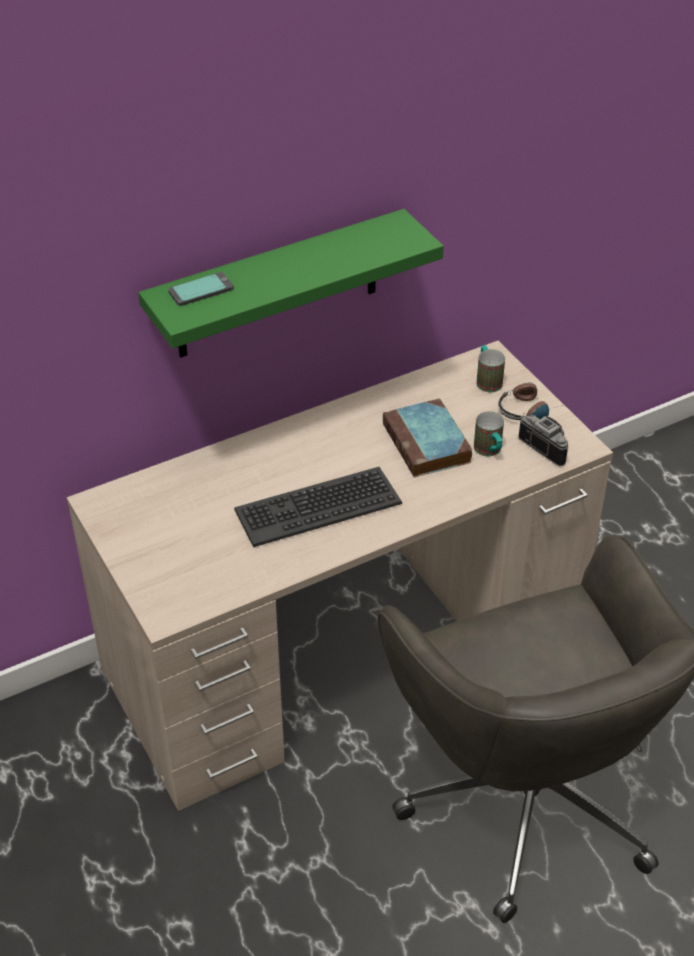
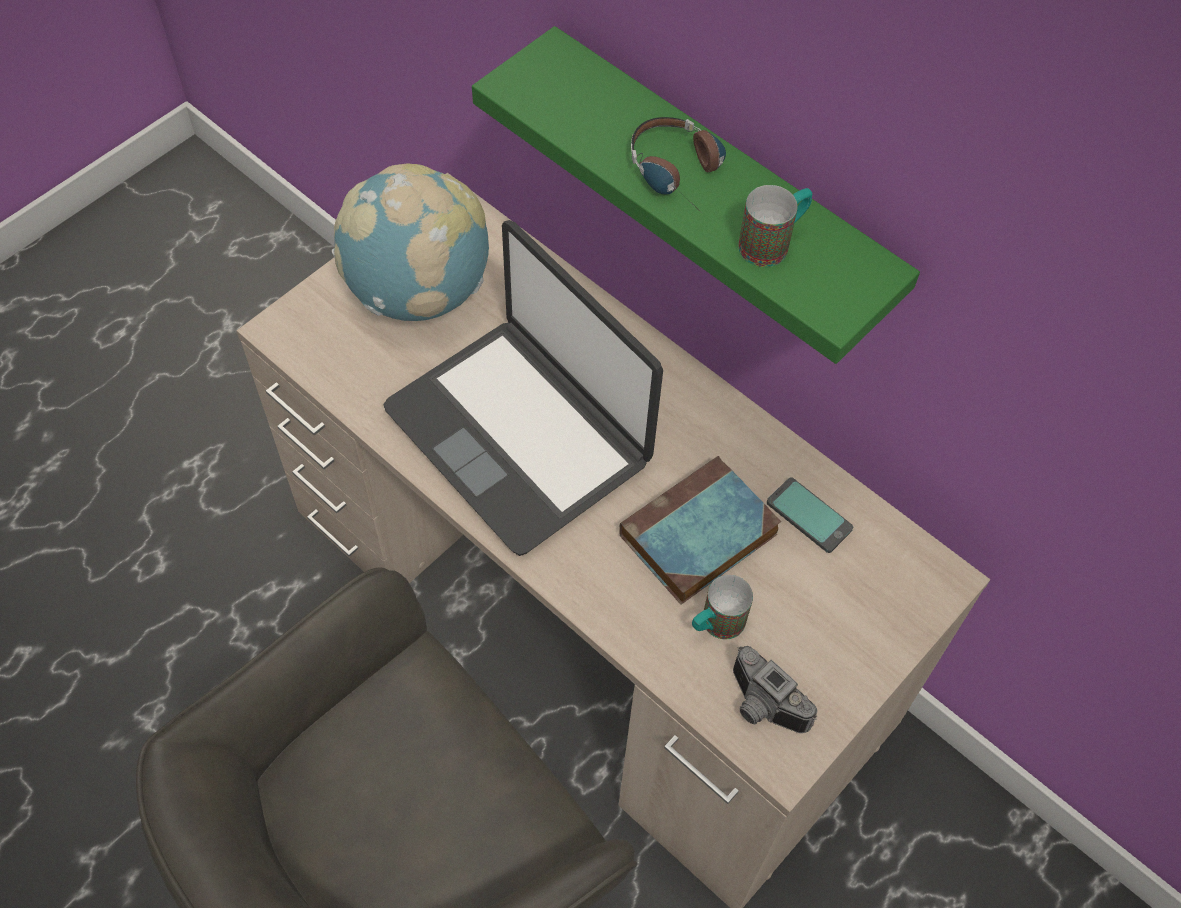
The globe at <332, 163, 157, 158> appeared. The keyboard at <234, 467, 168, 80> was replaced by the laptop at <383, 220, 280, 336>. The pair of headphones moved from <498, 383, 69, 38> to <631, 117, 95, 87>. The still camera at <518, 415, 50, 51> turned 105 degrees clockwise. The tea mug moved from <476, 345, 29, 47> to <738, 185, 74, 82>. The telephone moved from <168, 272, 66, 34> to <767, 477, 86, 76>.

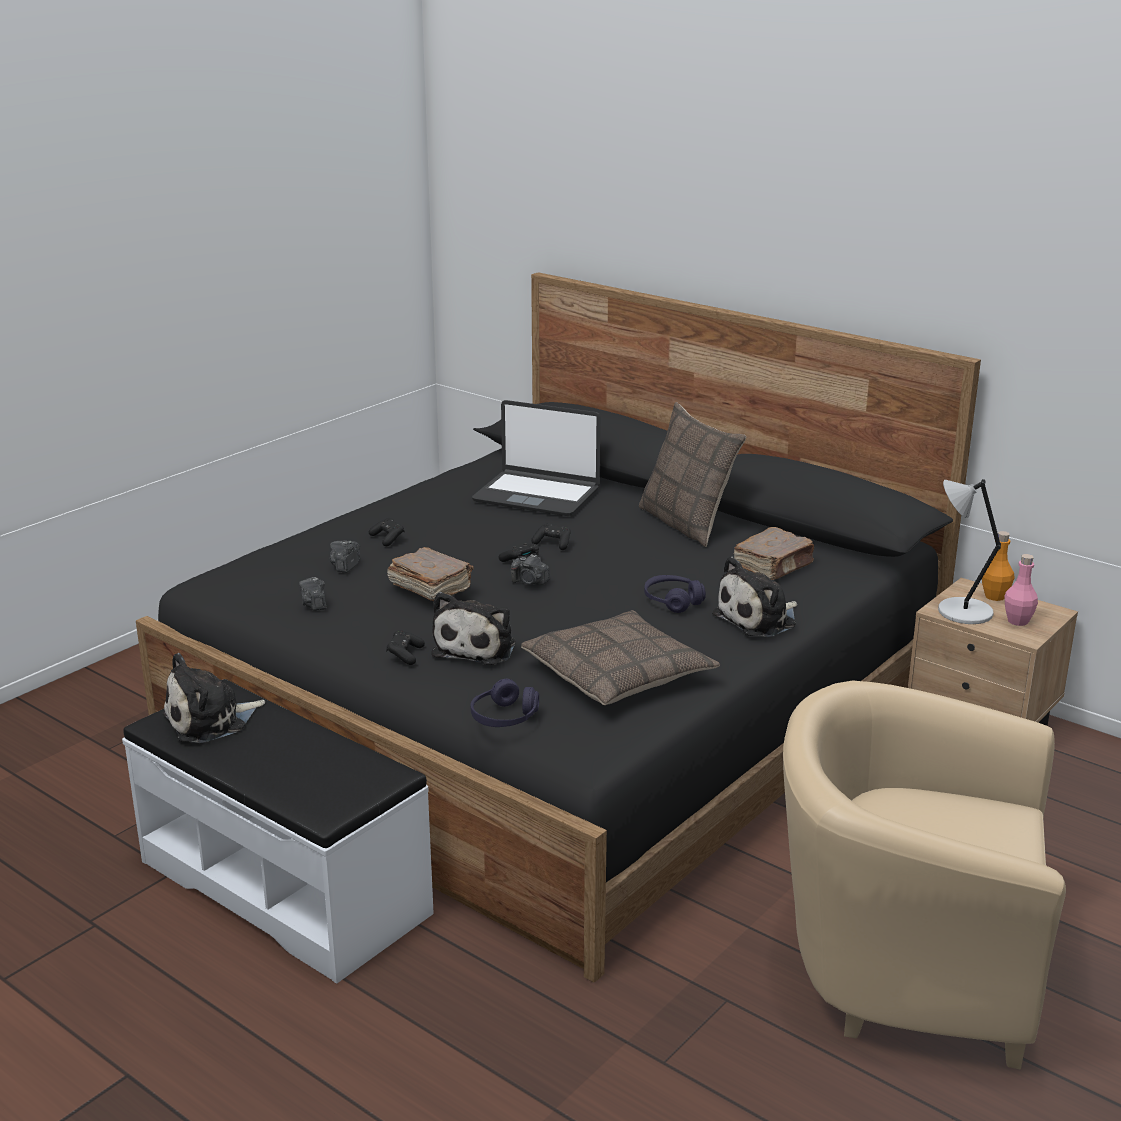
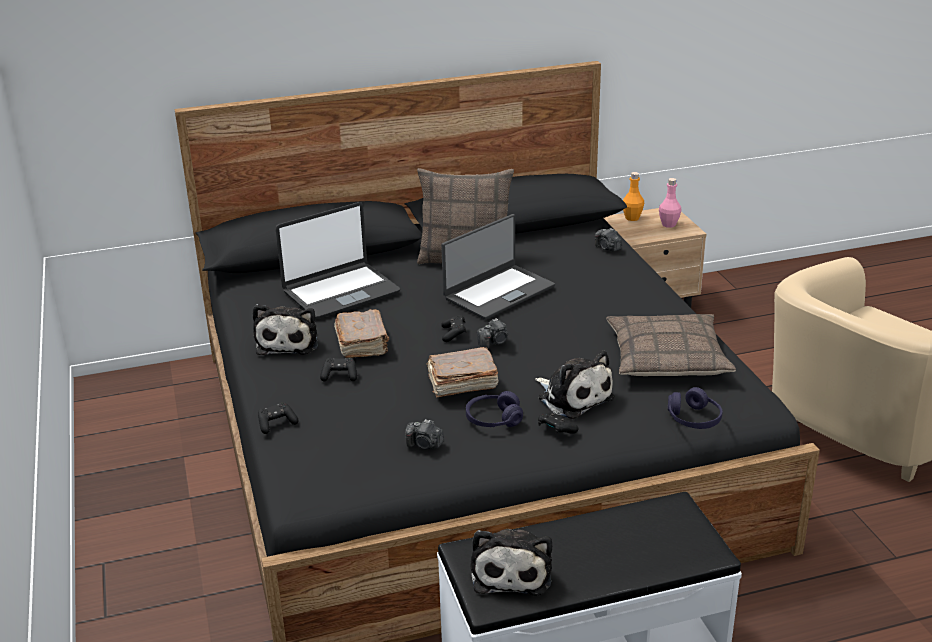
The plush toy moved from <712, 556, 86, 81> to <252, 304, 66, 51>. The blackish joypad moved from <531, 523, 40, 27> to <258, 402, 40, 32>. The brownish book moved from <734, 527, 80, 53> to <334, 309, 55, 49>. The laptop at <441, 214, 114, 106> appeared. The purple pair of headphones moved from <644, 575, 62, 38> to <466, 391, 57, 36>. The still camera moved from <330, 541, 30, 32> to <595, 228, 27, 24>. The greyish table lamp at <938, 479, 63, 145> disappeared.

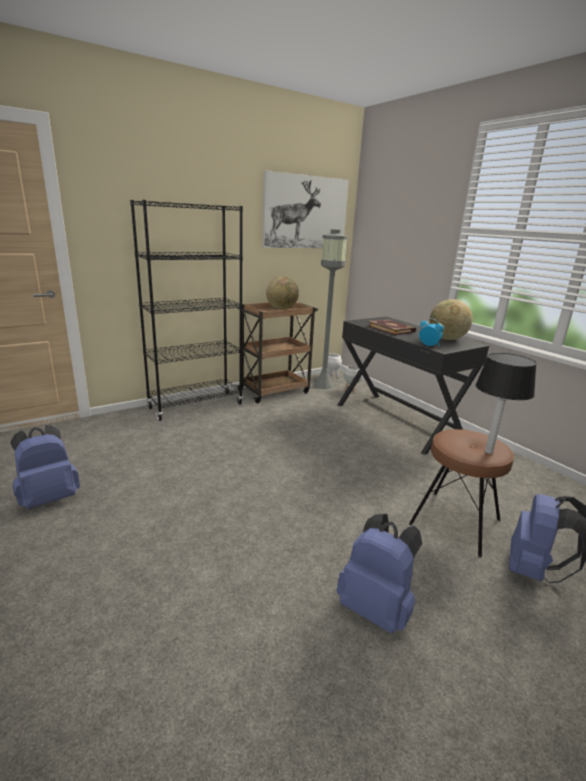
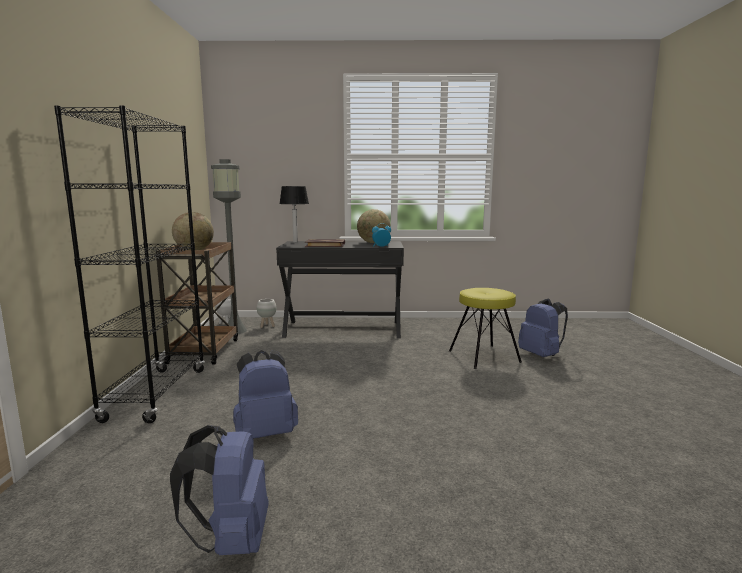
The blue rucksack moved from <337, 514, 85, 120> to <233, 350, 65, 89>. The table lamp moved from <475, 353, 62, 101> to <279, 186, 30, 57>. The brownish stool at <409, 429, 105, 128> became the yellow-coloured stool at <449, 288, 73, 81>. The picture at <262, 170, 87, 78> disappeared.

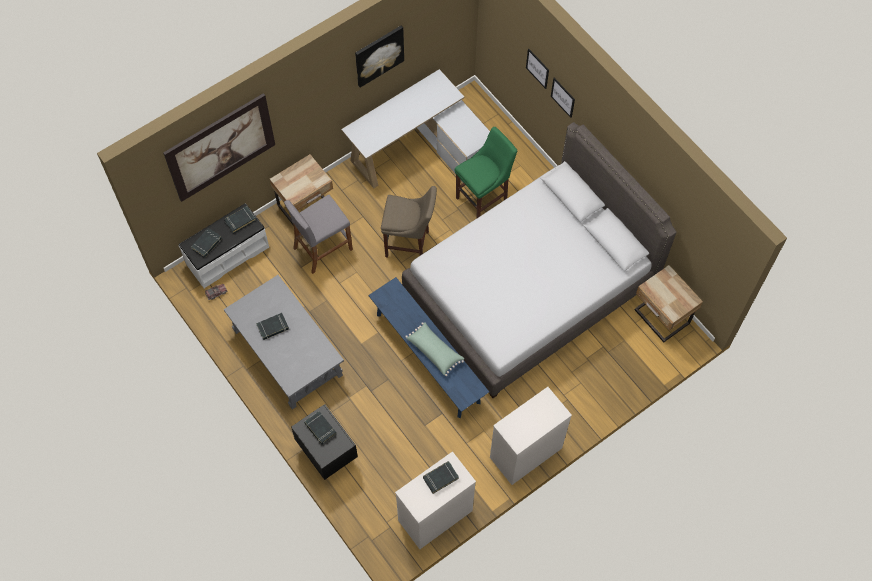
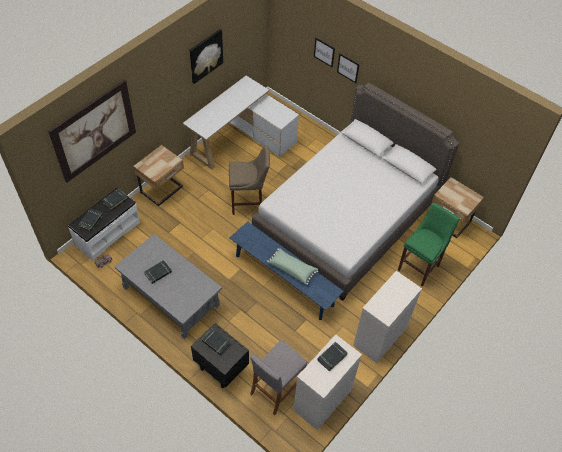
The greyish stool moved from <284, 195, 69, 79> to <250, 340, 57, 75>. The green-coloured stool moved from <455, 127, 62, 92> to <398, 203, 61, 84>.

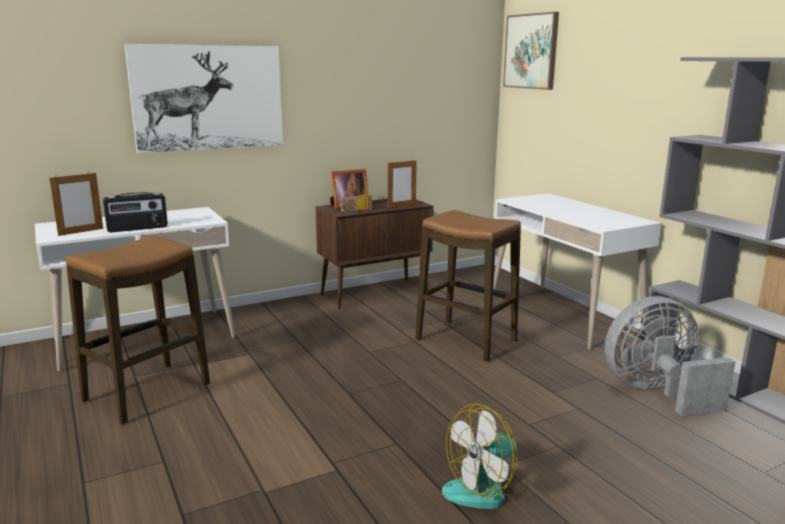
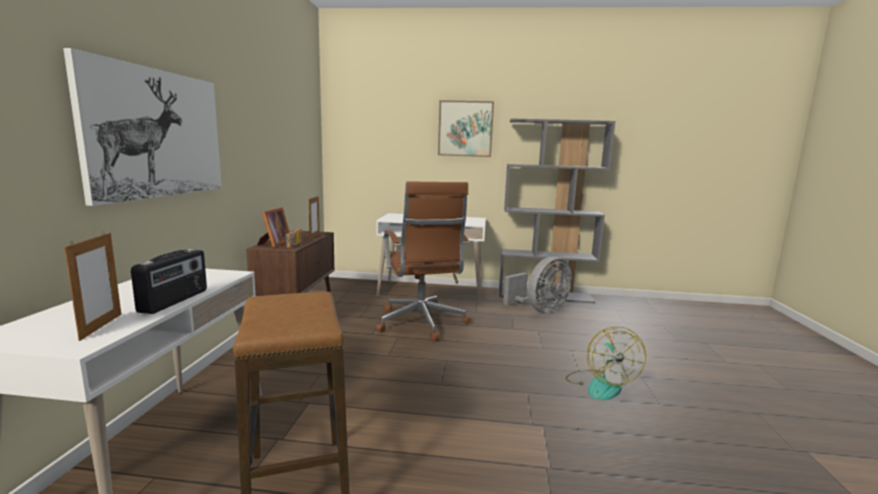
The stool at <416, 210, 105, 152> was replaced by the brownish desk chair at <376, 181, 95, 161>. The picture moved from <503, 12, 56, 78> to <438, 100, 56, 57>. The greyish electric fan at <605, 296, 130, 120> turned 150 degrees counterclockwise.

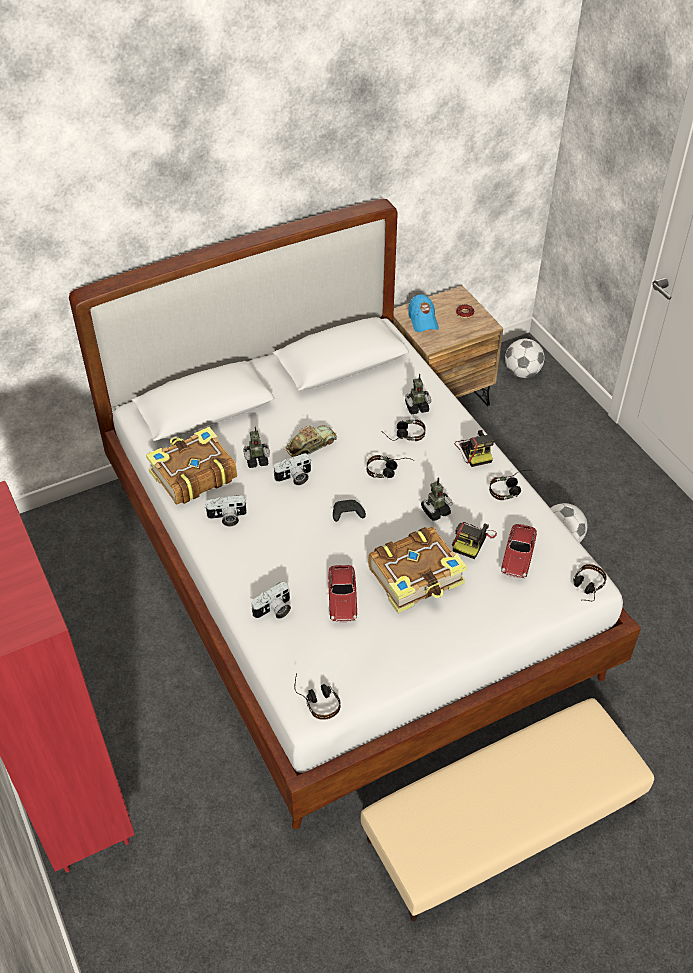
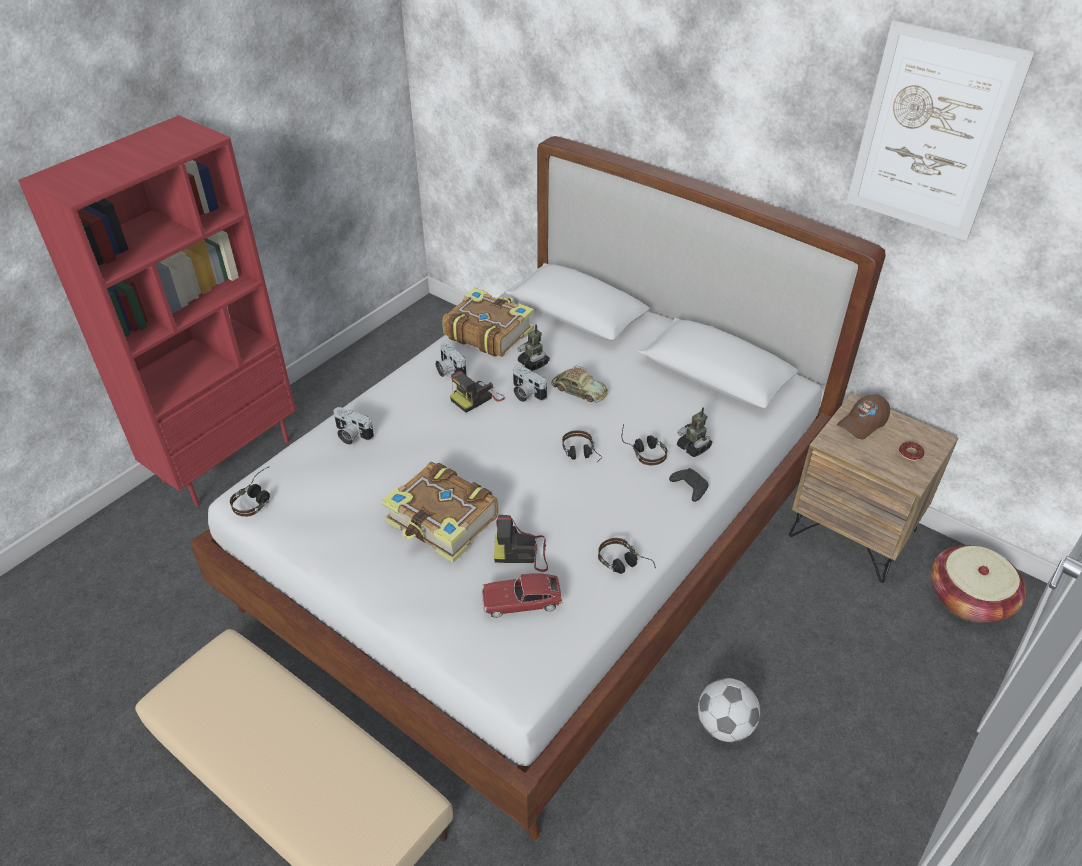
The still camera moved from <455, 430, 39, 37> to <450, 371, 55, 42>. The blackish joypad moved from <333, 500, 33, 22> to <669, 468, 39, 34>. The blue baseball cap at <408, 294, 31, 38> became the brownish baseball cap at <837, 394, 53, 45>. The picture at <847, 20, 188, 221> appeared. The football ball at <505, 339, 40, 39> was replaced by the storage basket at <931, 545, 95, 78>. The model car at <328, 565, 29, 58> disappeared. The robot figure at <421, 477, 32, 44> disappeared. The pair of headphones at <573, 564, 34, 37> disappeared.

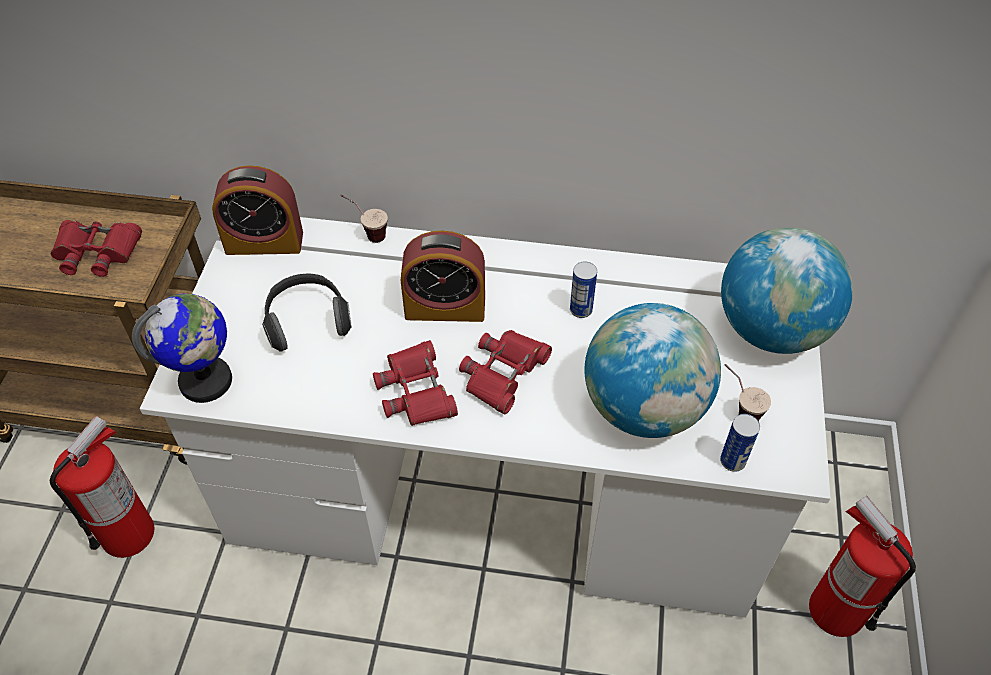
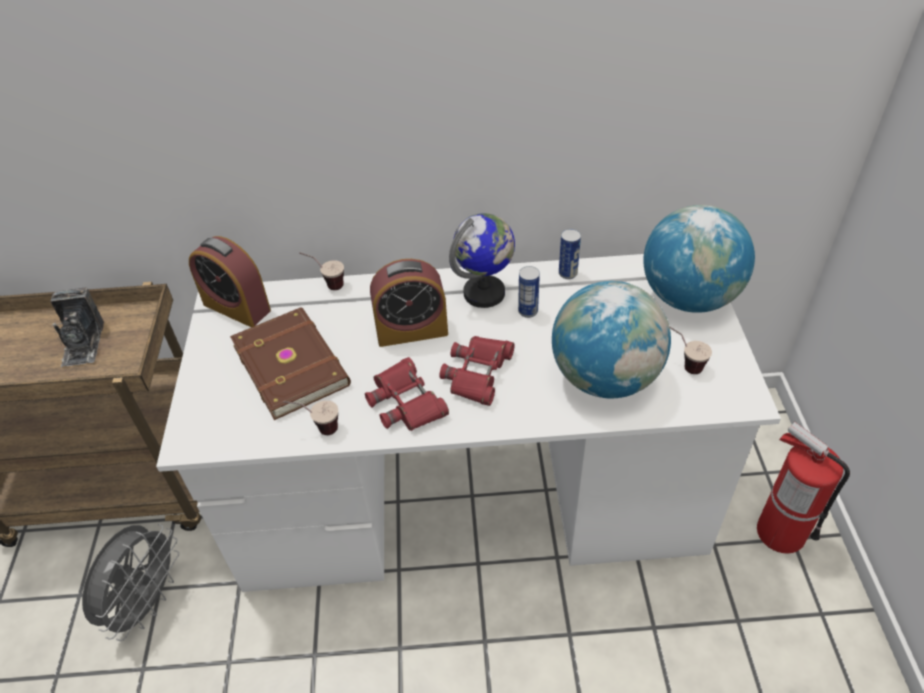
The red field glasses at <51, 220, 91, 57> was replaced by the still camera at <50, 287, 54, 80>. The extinguisher at <50, 416, 104, 142> was replaced by the greyish electric fan at <82, 524, 97, 117>. The bedside clock at <212, 165, 91, 90> turned 45 degrees clockwise. The pair of headphones at <262, 274, 90, 78> was replaced by the brownish book at <230, 307, 121, 113>. The drinking cup at <283, 401, 55, 34> appeared. The globe moved from <132, 294, 100, 109> to <449, 213, 66, 95>. The can moved from <720, 414, 40, 58> to <559, 229, 22, 50>.

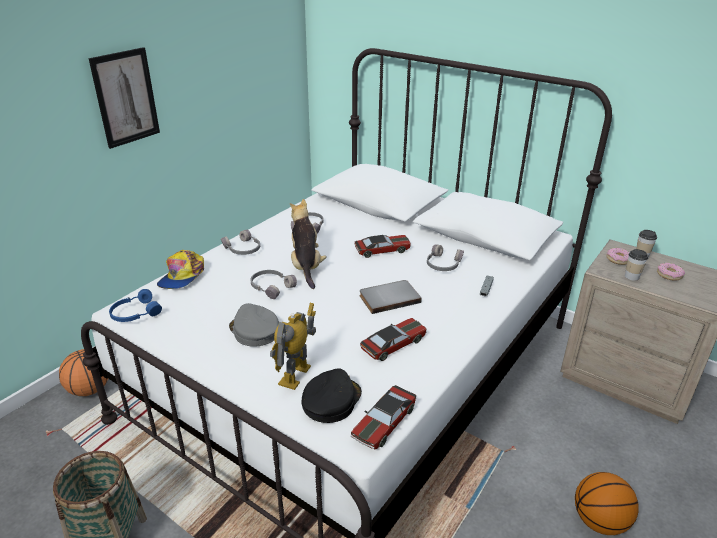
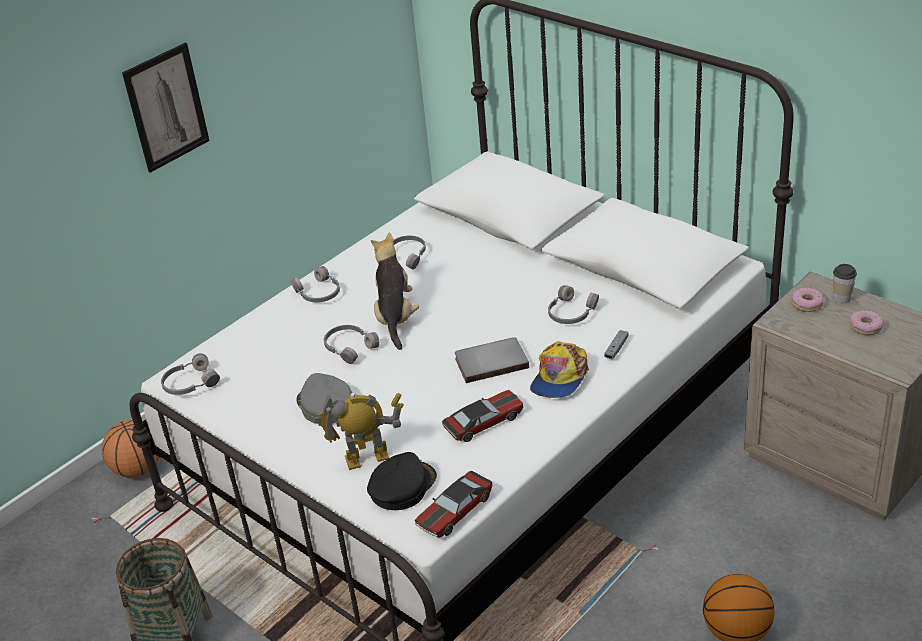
The blue pair of headphones at <109, 289, 53, 33> became the greyish pair of headphones at <161, 353, 59, 42>. The robot figure at <270, 303, 46, 87> turned 45 degrees clockwise. The baseball cap moved from <157, 250, 47, 39> to <530, 341, 59, 57>. The model car at <354, 235, 57, 23> disappeared. The drinking cup at <625, 249, 23, 32> disappeared.

